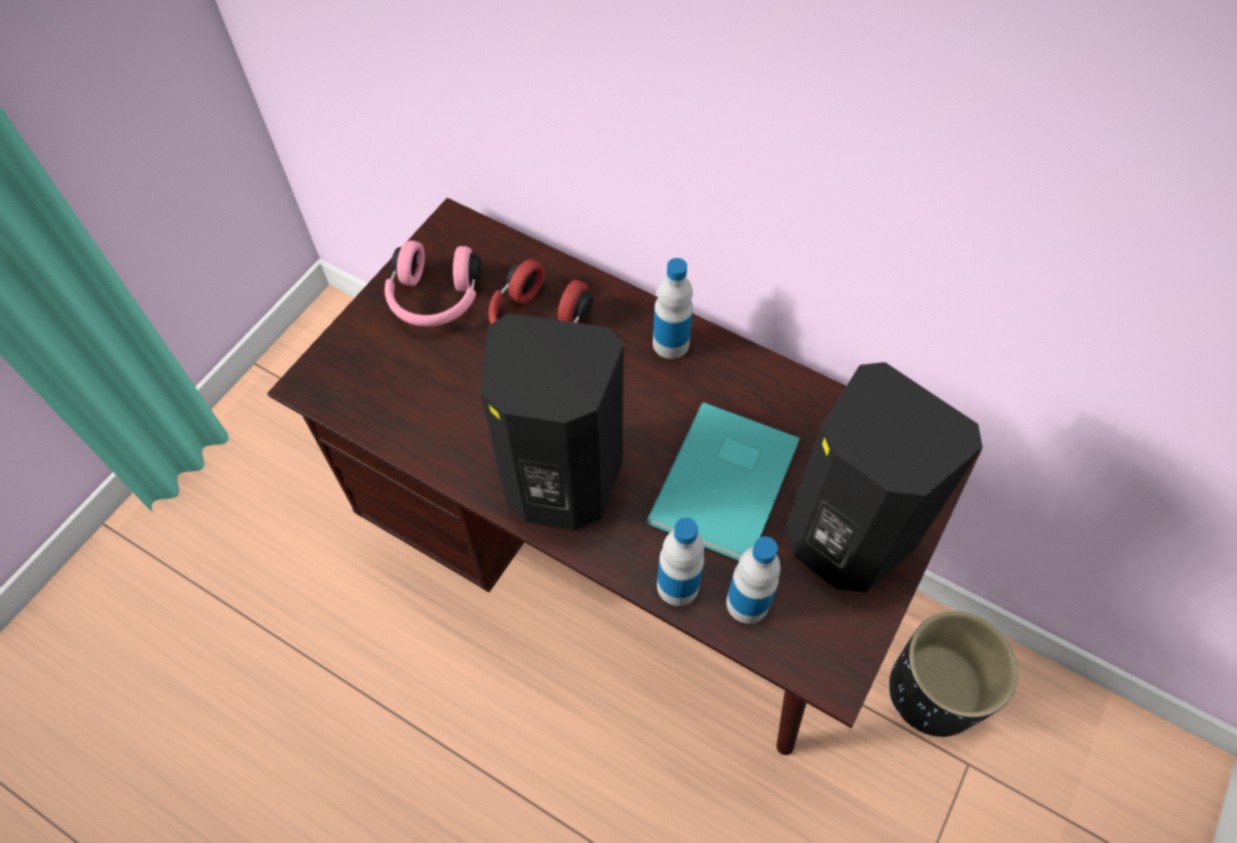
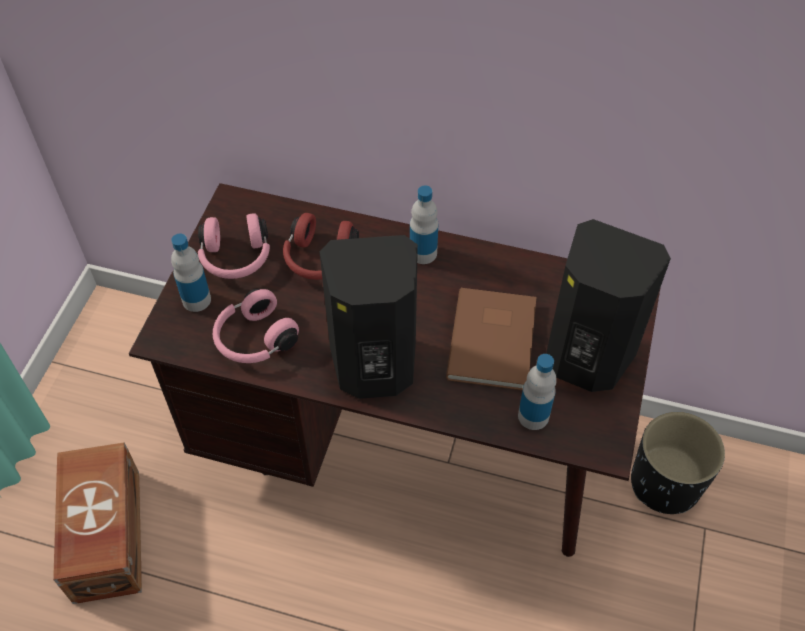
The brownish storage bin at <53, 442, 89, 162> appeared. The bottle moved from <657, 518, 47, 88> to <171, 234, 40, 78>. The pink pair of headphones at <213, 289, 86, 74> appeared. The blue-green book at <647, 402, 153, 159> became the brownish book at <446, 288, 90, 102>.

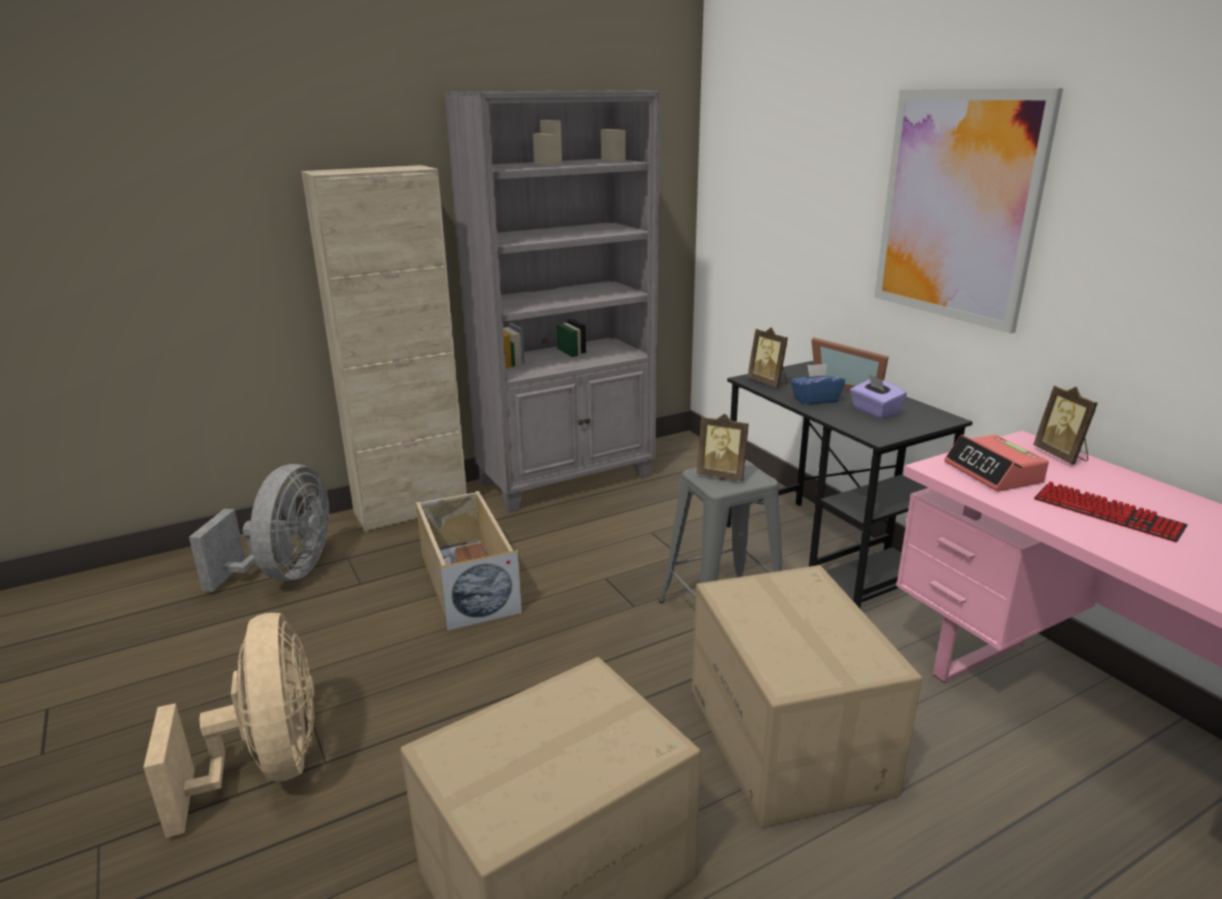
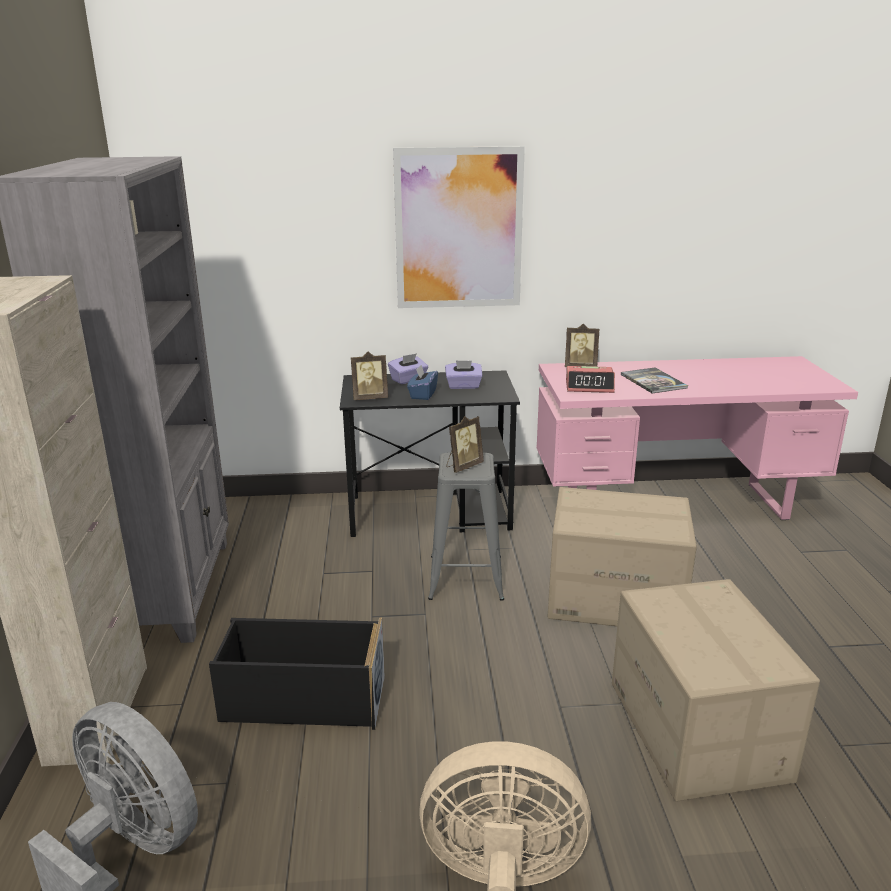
The beige-coloured storage bin at <416, 491, 106, 140> became the blackish storage bin at <209, 617, 176, 113>. The photo frame at <811, 337, 78, 53> was replaced by the purple tissue box at <388, 353, 40, 31>. The keyboard at <1034, 482, 154, 60> was replaced by the book at <621, 367, 67, 26>.

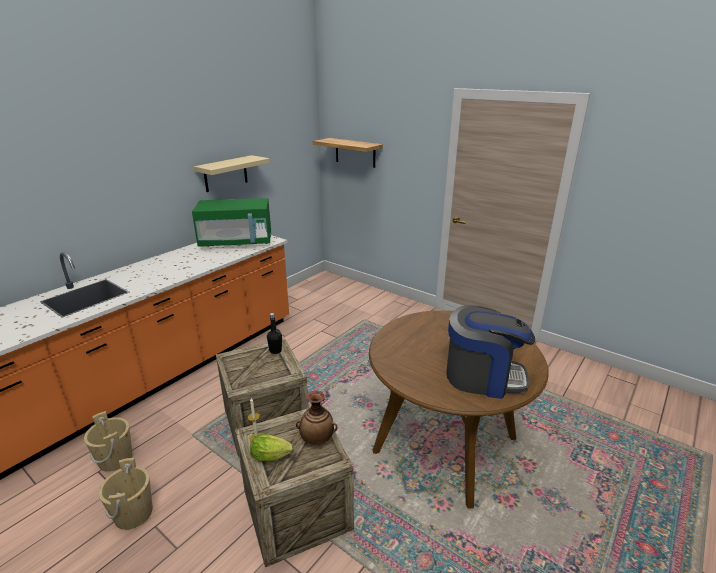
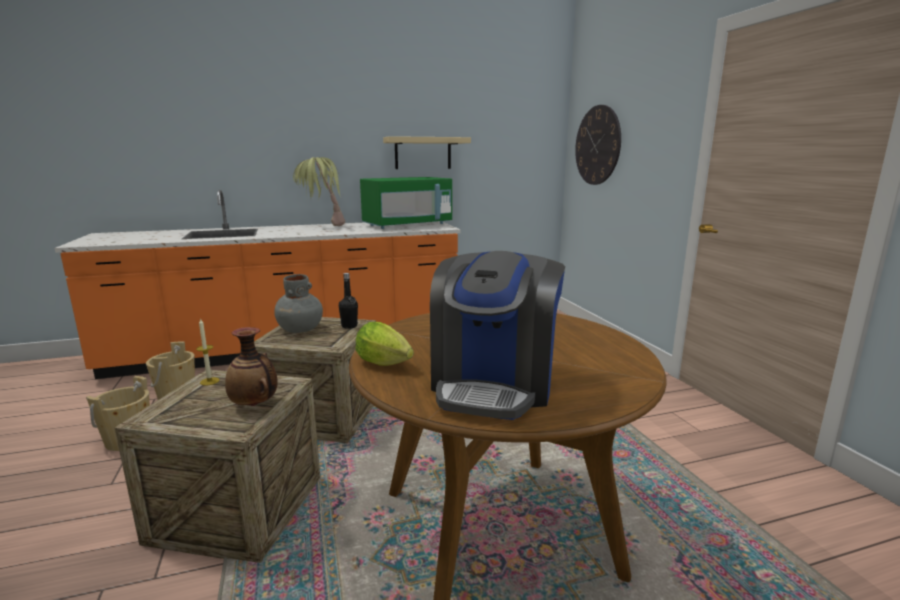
The greyish vase at <274, 274, 49, 59> appeared. The houseplant at <293, 157, 52, 69> appeared. The lettuce head moved from <250, 434, 44, 27> to <355, 322, 59, 44>. The green-coloured microwave oven at <192, 198, 79, 49> turned 60 degrees counterclockwise. The coffee maker at <446, 305, 89, 94> turned 60 degrees clockwise. The shelf at <313, 138, 70, 30> was replaced by the wall clock at <575, 105, 46, 80>.

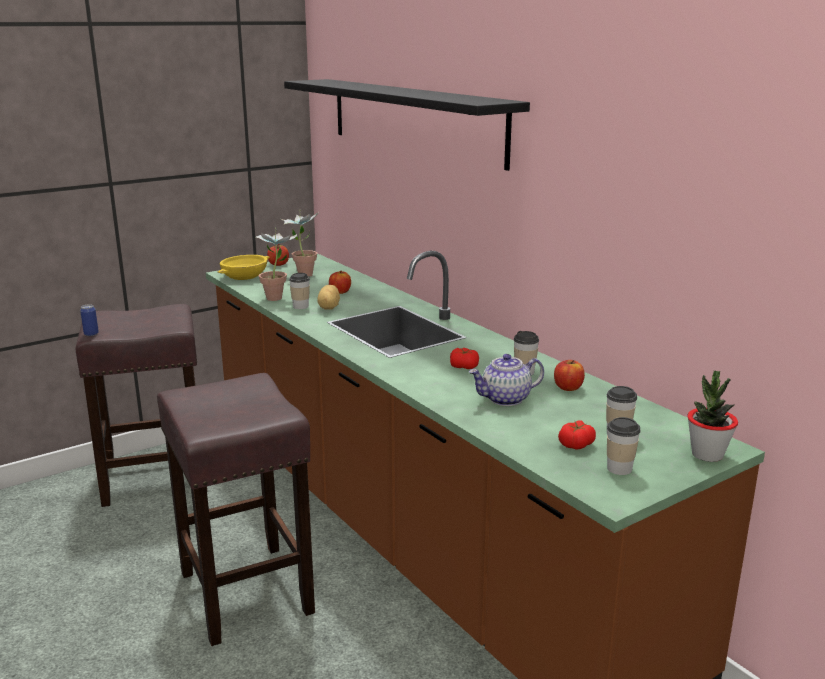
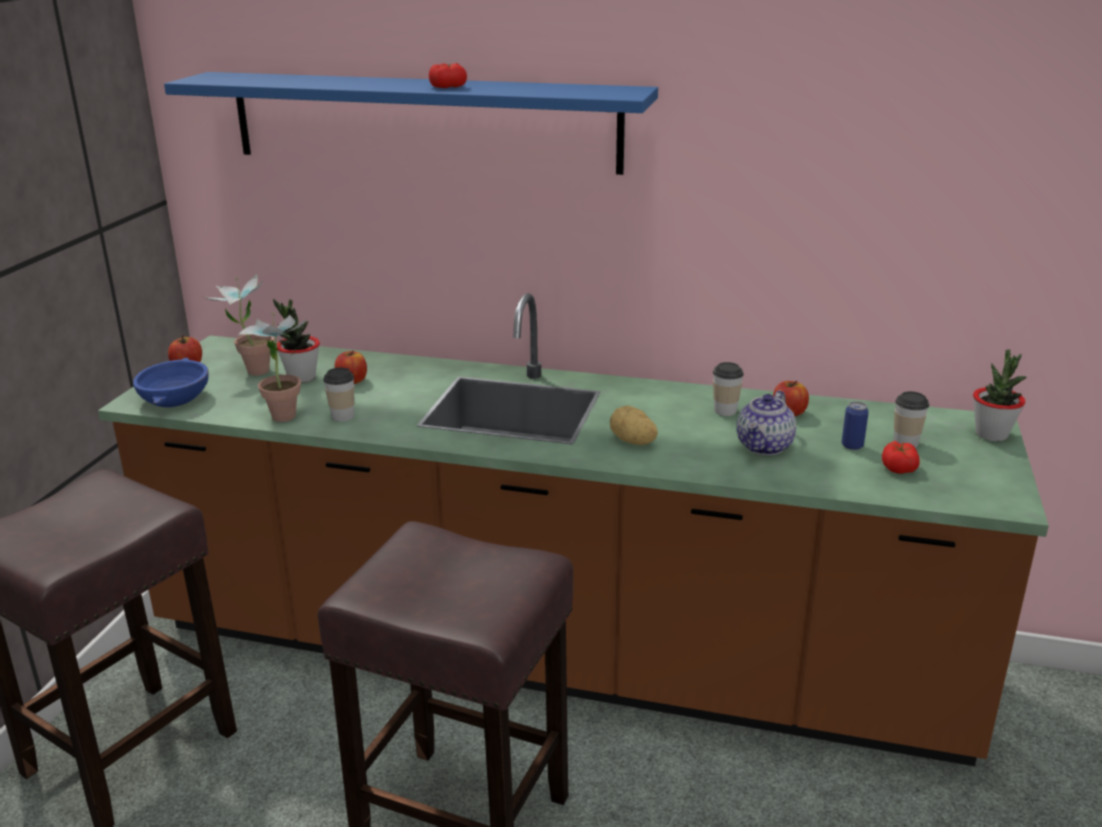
The yellow-coloured bowl at <218, 255, 51, 25> became the blue bowl at <133, 358, 76, 49>. The blackish shelf at <284, 79, 246, 92> became the blue shelf at <164, 72, 494, 103>. The houseplant at <273, 299, 47, 84> appeared. The whole tomato moved from <450, 348, 29, 21> to <429, 63, 38, 25>. The spud moved from <318, 285, 22, 25> to <610, 406, 48, 39>. The can moved from <80, 304, 19, 32> to <842, 401, 27, 49>. The drinking cup at <607, 417, 34, 58> disappeared.

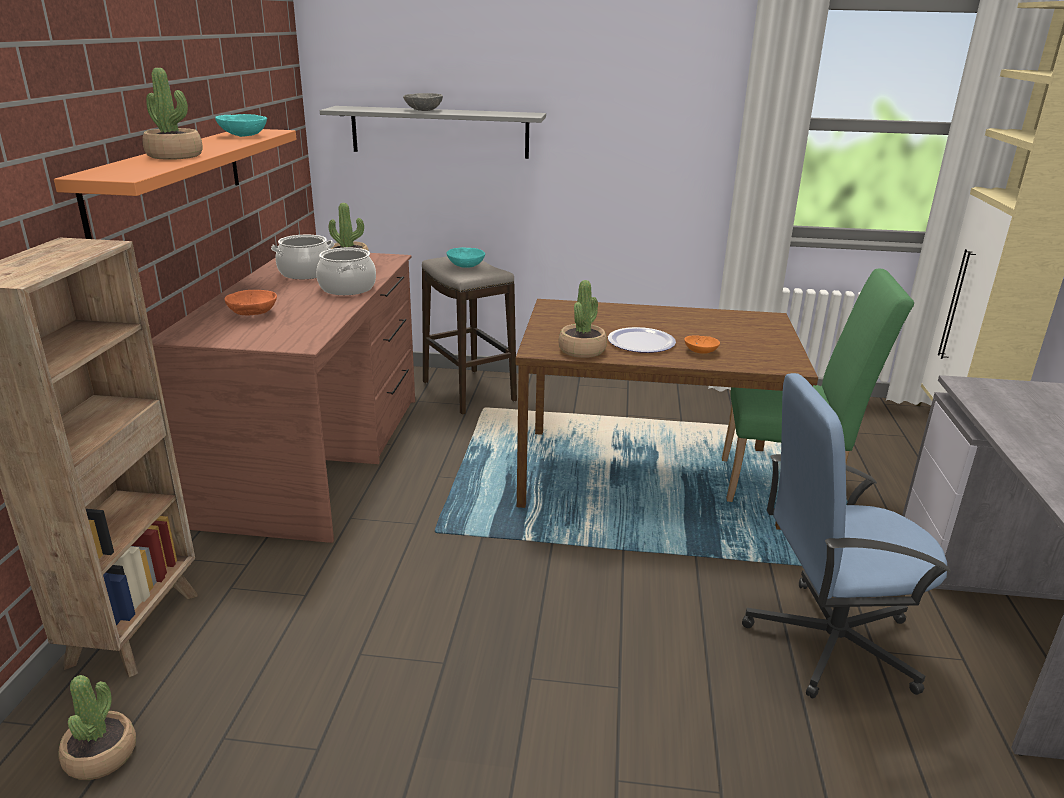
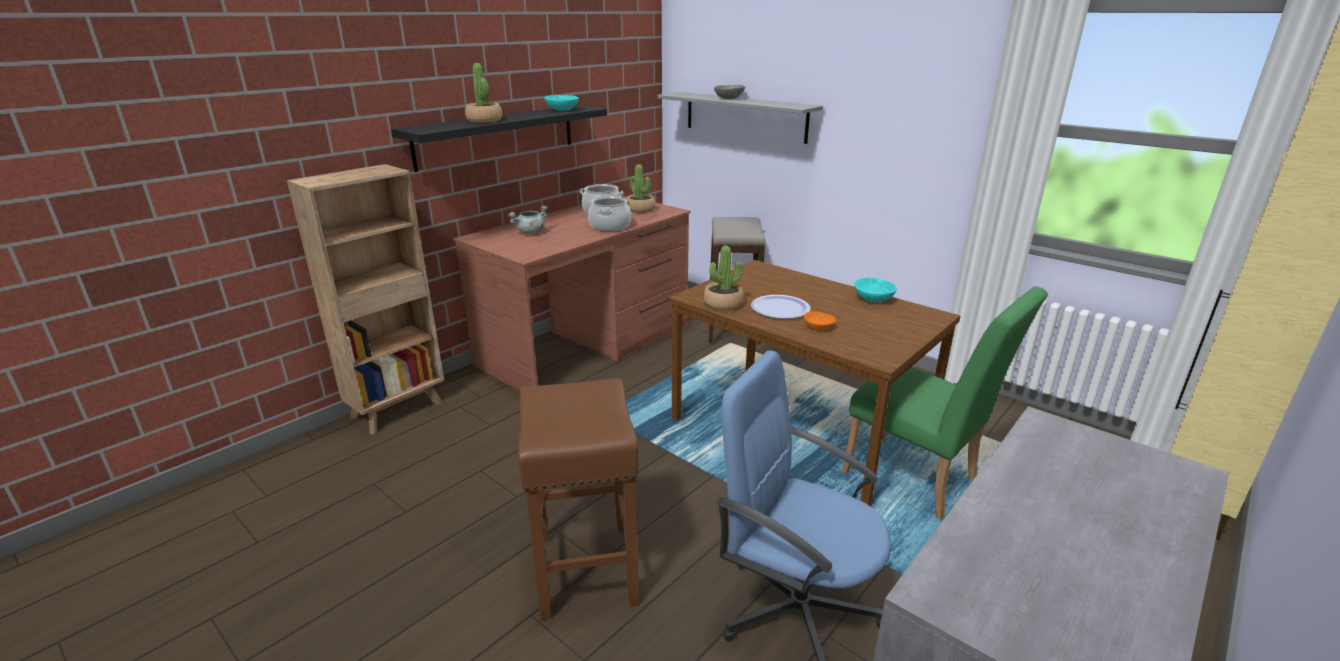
The orangey shelf at <54, 129, 242, 110> became the blackish shelf at <391, 105, 216, 67>. The orangey bowl at <224, 290, 53, 26> was replaced by the greyish stockpot at <507, 206, 41, 28>. The brownish stool at <518, 378, 121, 242> appeared. The blue-green bowl moved from <447, 247, 38, 21> to <854, 278, 43, 24>. The houseplant at <58, 675, 78, 105> disappeared.

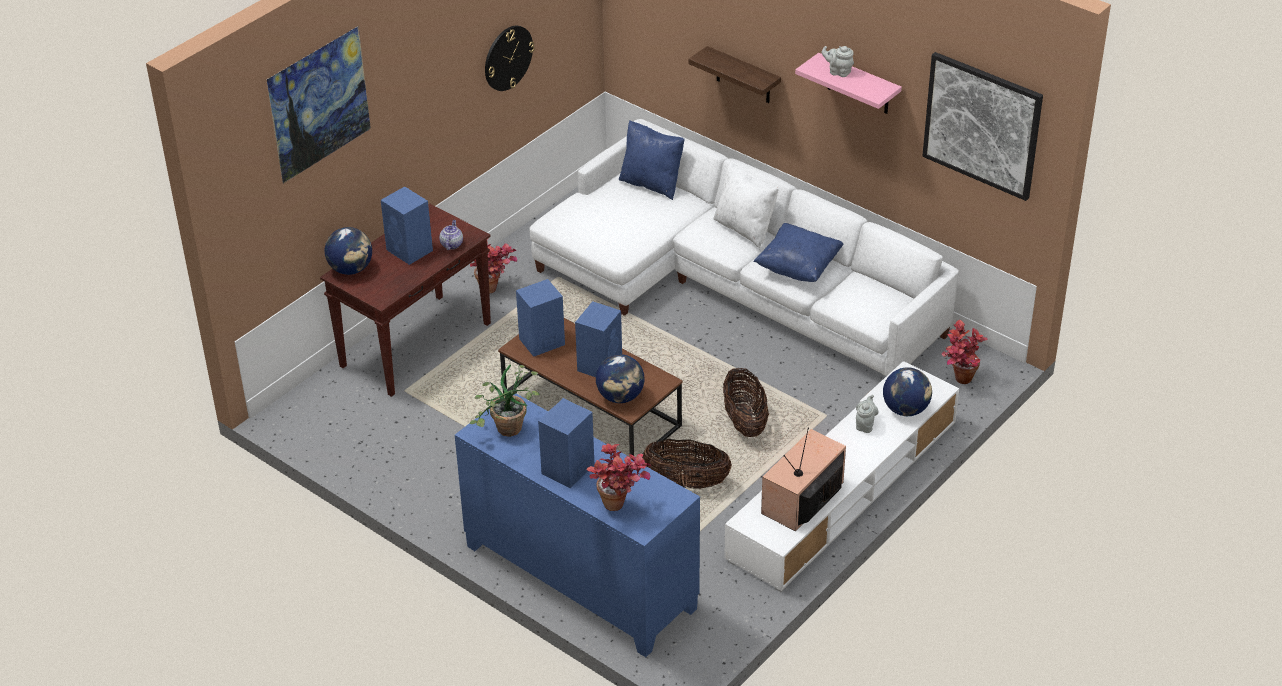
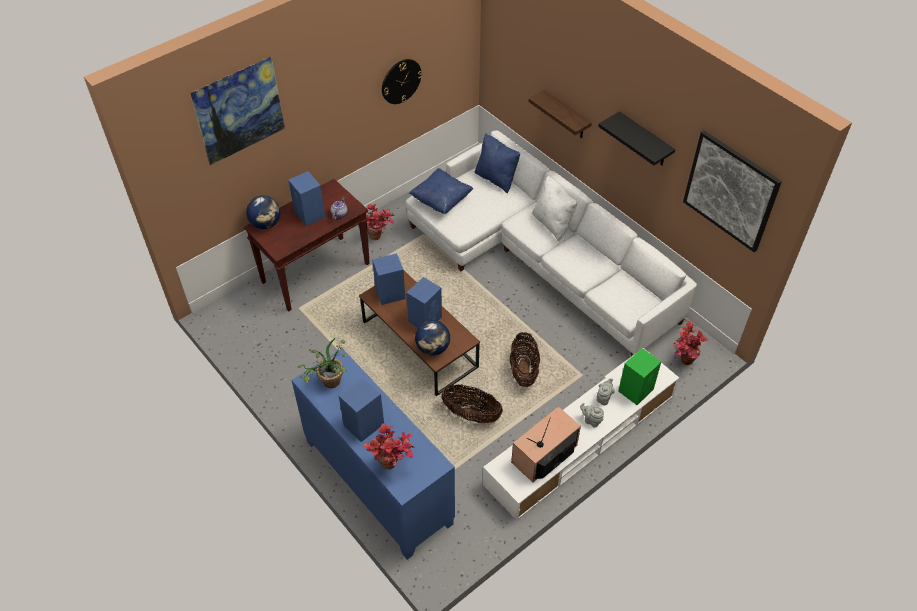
The blue throw pillow moved from <754, 223, 90, 59> to <409, 168, 64, 46>. The greyish teapot moved from <822, 46, 32, 31> to <580, 403, 24, 25>. The pink shelf at <795, 53, 107, 61> became the blackish shelf at <598, 111, 77, 54>. The globe at <883, 367, 49, 49> was replaced by the green-coloured audio speaker at <618, 348, 43, 57>.

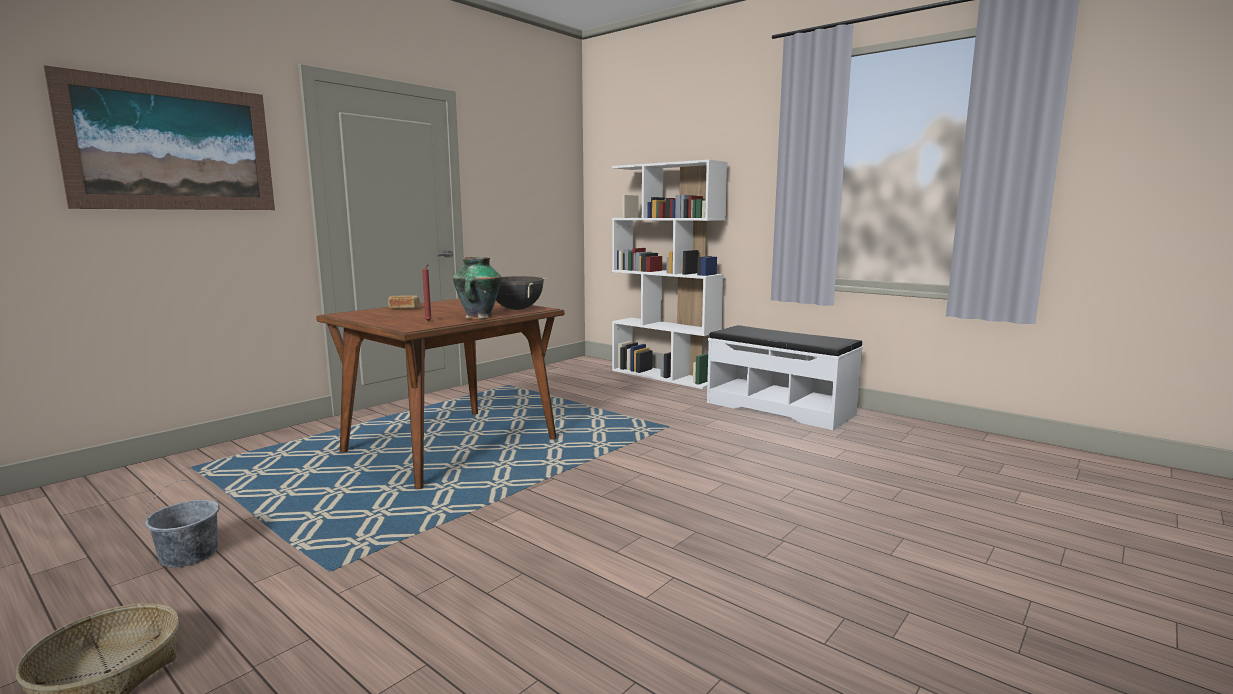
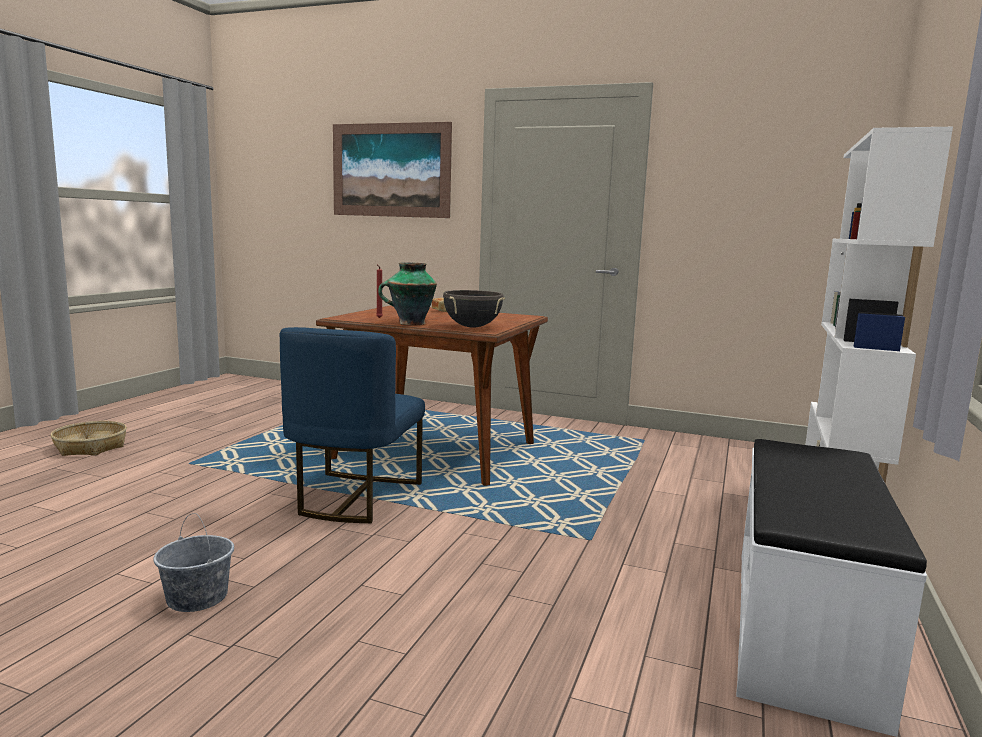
The greyish bucket moved from <145, 480, 75, 87> to <153, 513, 81, 99>. The blue plain chair at <280, 327, 145, 196> appeared.

